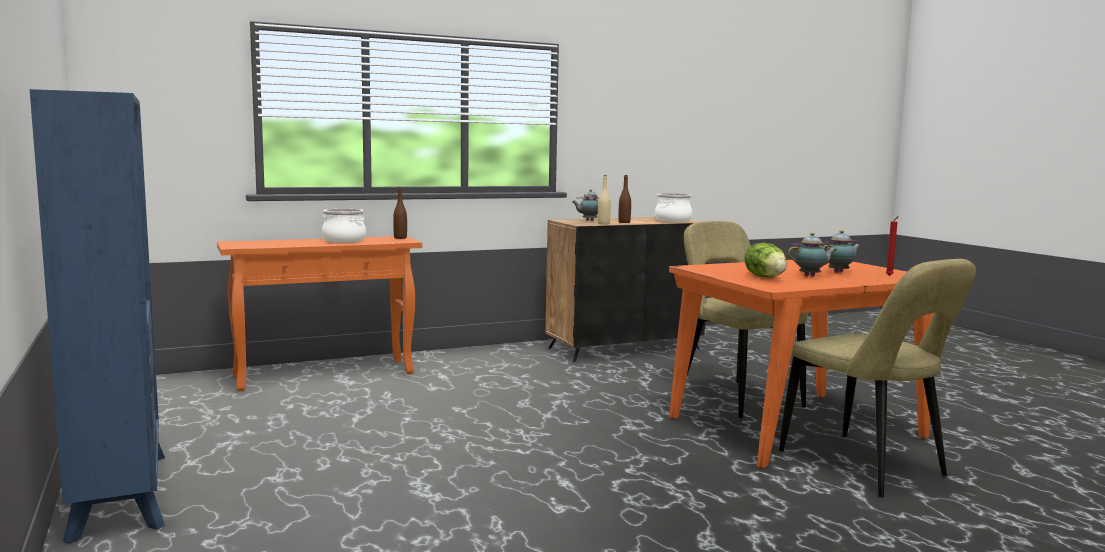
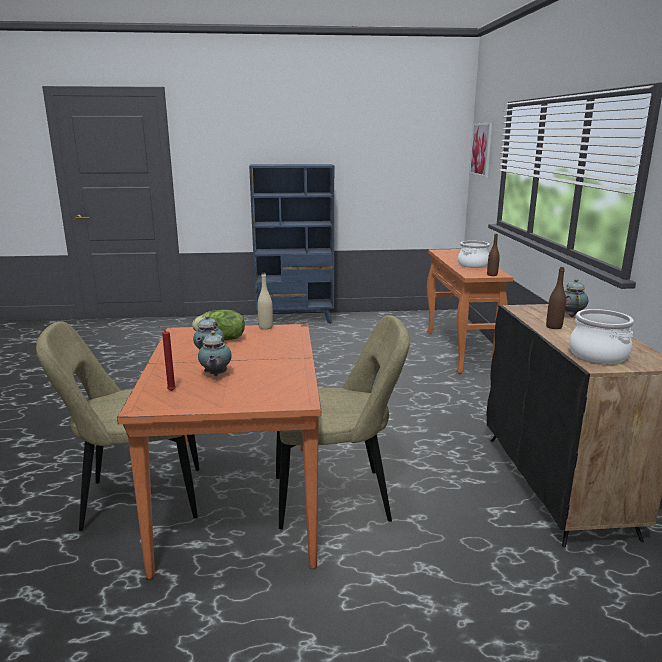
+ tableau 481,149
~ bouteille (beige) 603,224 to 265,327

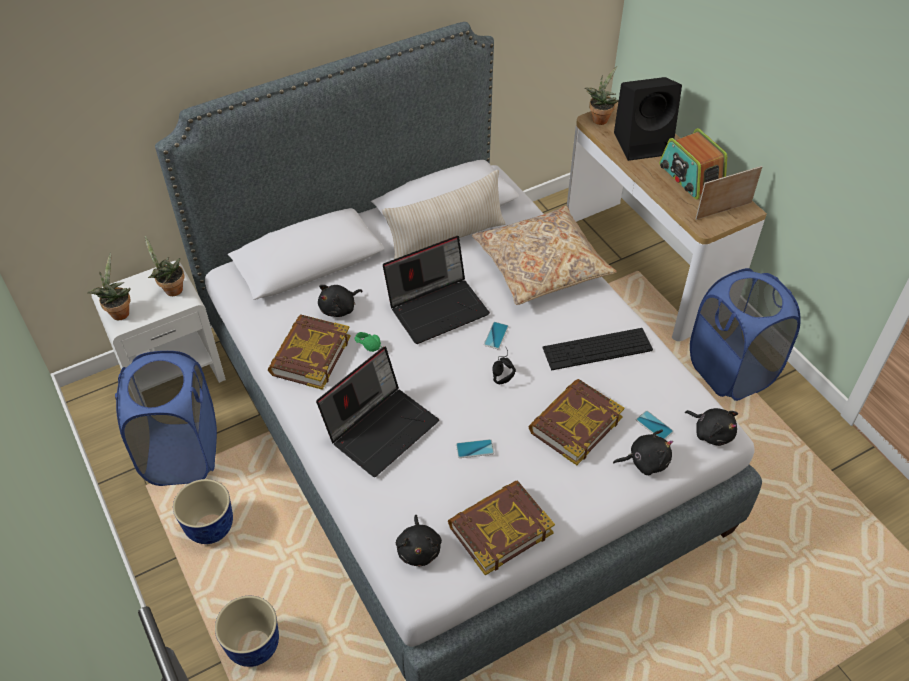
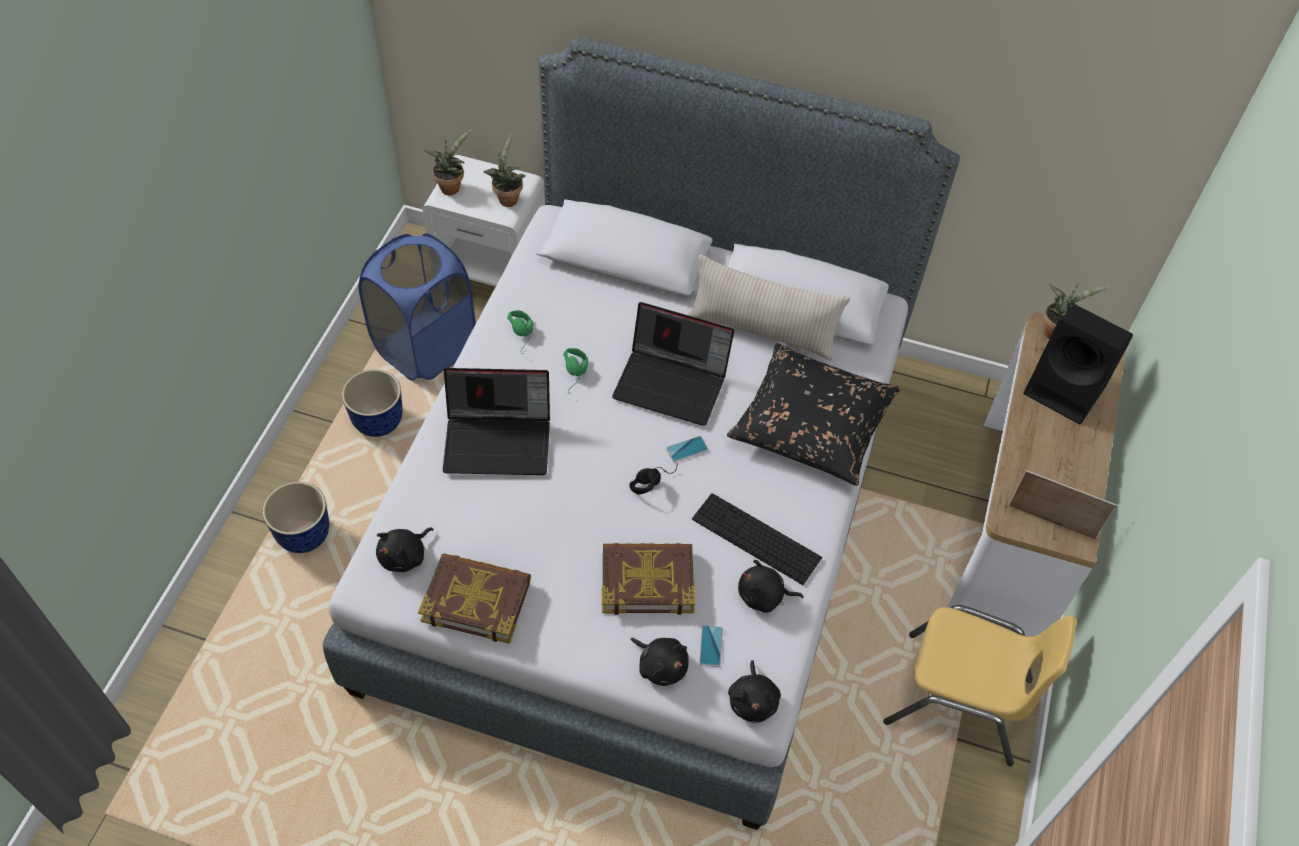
- téléphone 474,449
- radio 690,177
~ peluche (noir) 339,308 to 763,596
~ livre 310,355 to casque audio (vert) 525,336
~ panier à linge (bleu) 731,371 to chaise (jaune) 959,700
~ coussin (beige) 541,265 to coussin (noir) 812,424

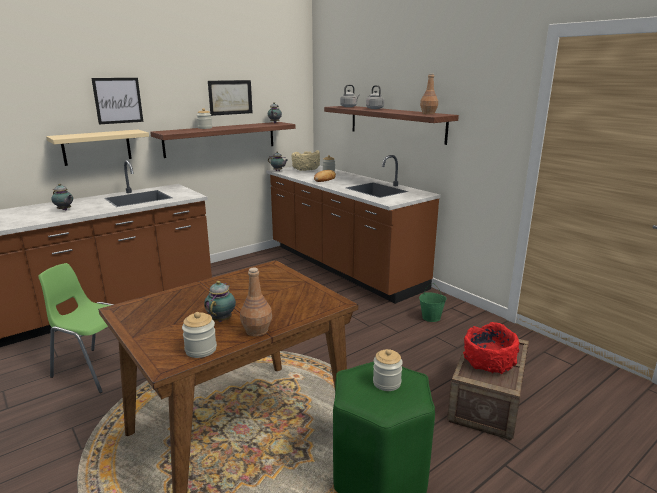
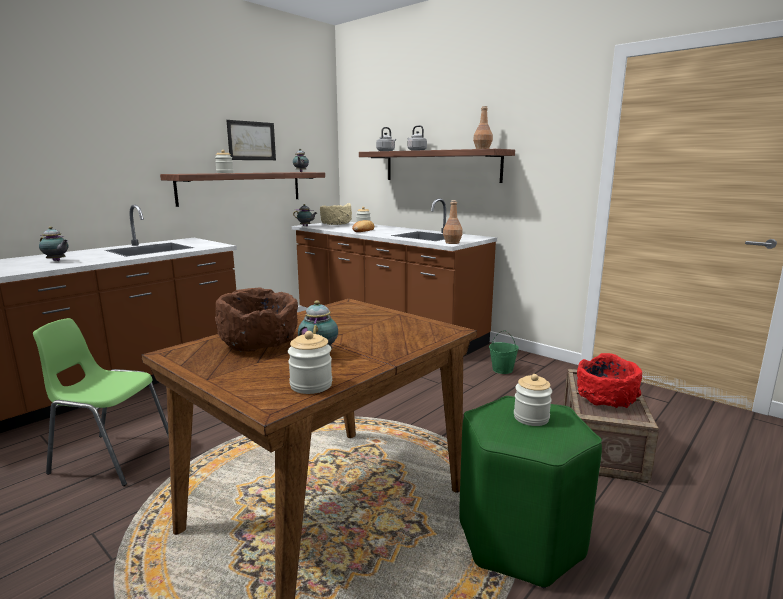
- étagère (beige) 96,147
- tableau 118,100
+ bol (marron) 259,343
~ bouteille (marron) 256,331 to 452,243

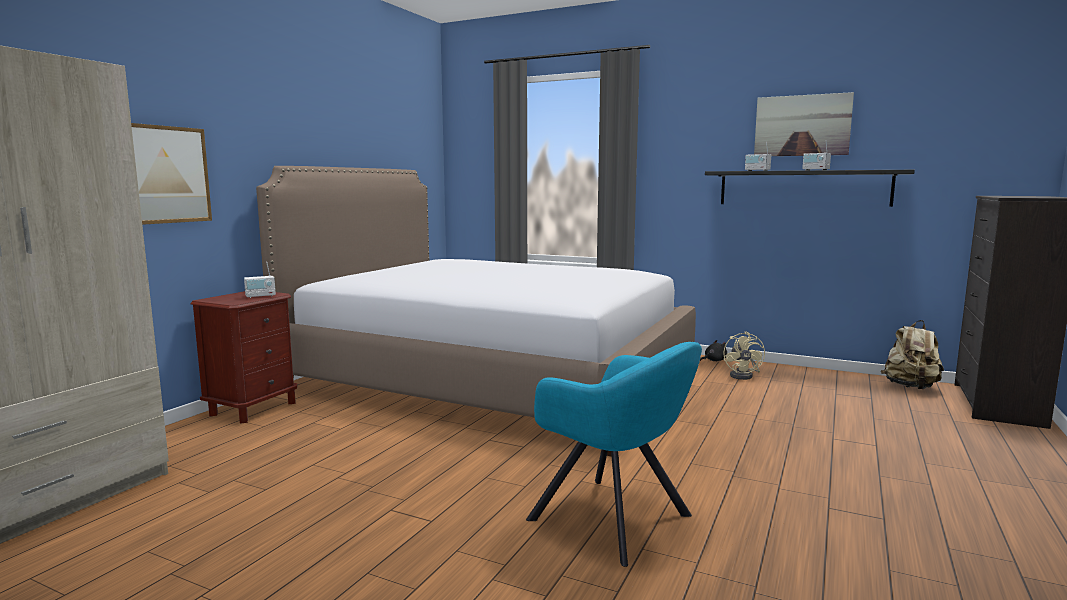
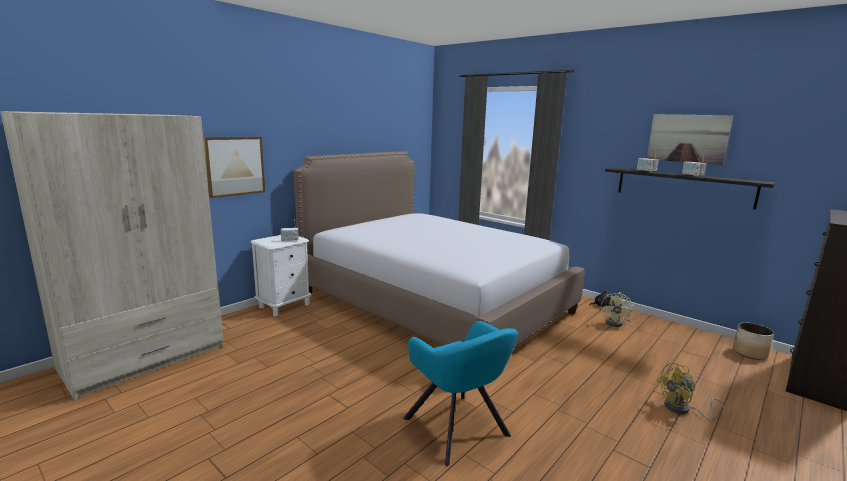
+ ventilateur (jaune) 682,410
~ sac à dos (beige) 910,387 to cache-pot 750,353
~ table de chevet (marron) 253,408 to table de chevet (blanc) 284,306

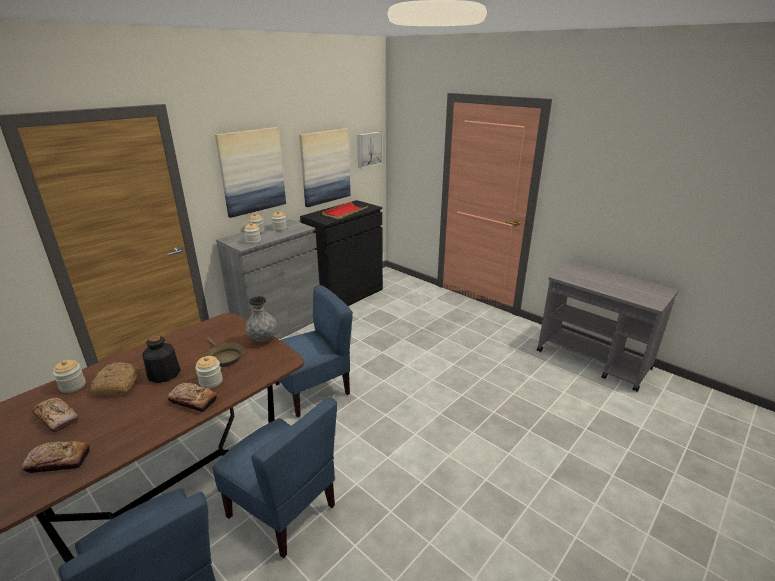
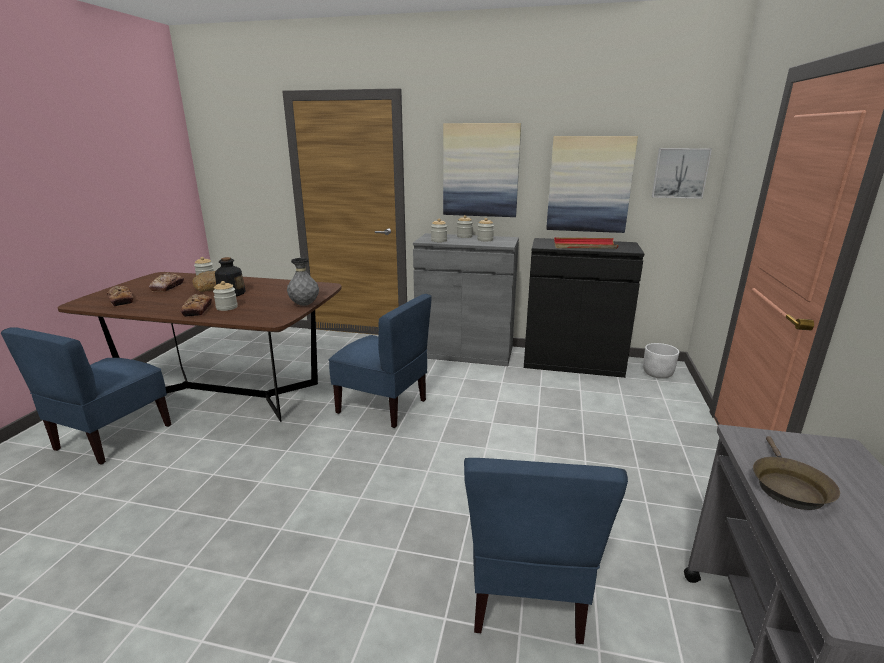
+ cache-pot (blanc) 657,374
~ poêle (marron) 224,357 to 787,486
~ chaise (bleu) 283,510 to 525,588

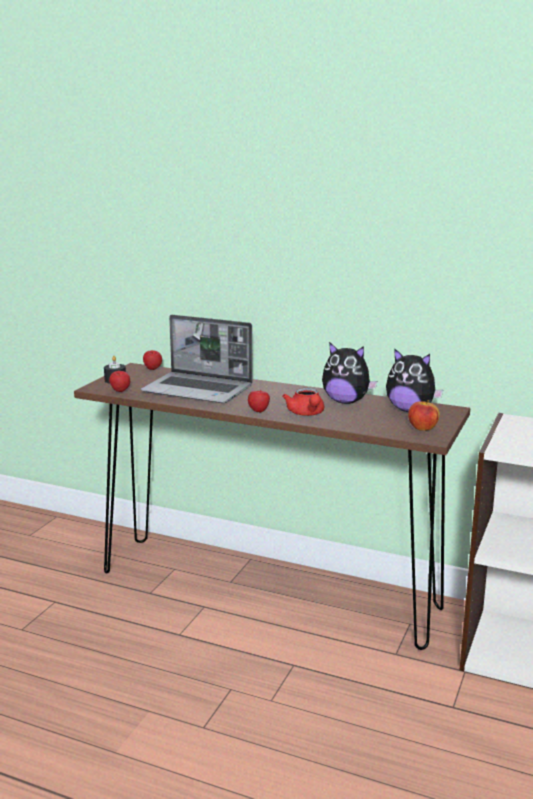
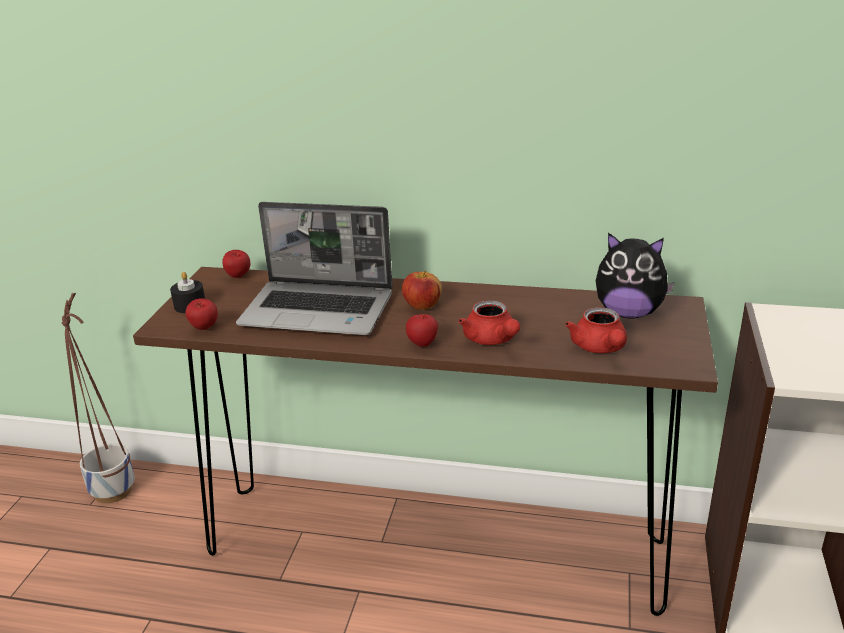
- peluche 346,401
+ cache-pot 113,490
+ théière (rouge) 600,348
~ pomme 422,428 to 422,306

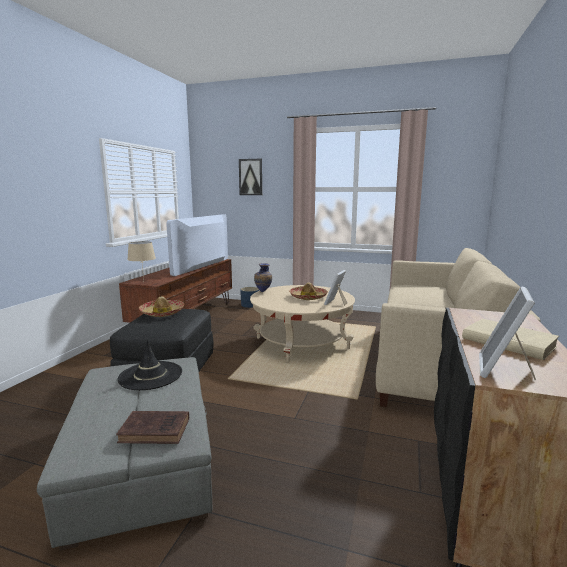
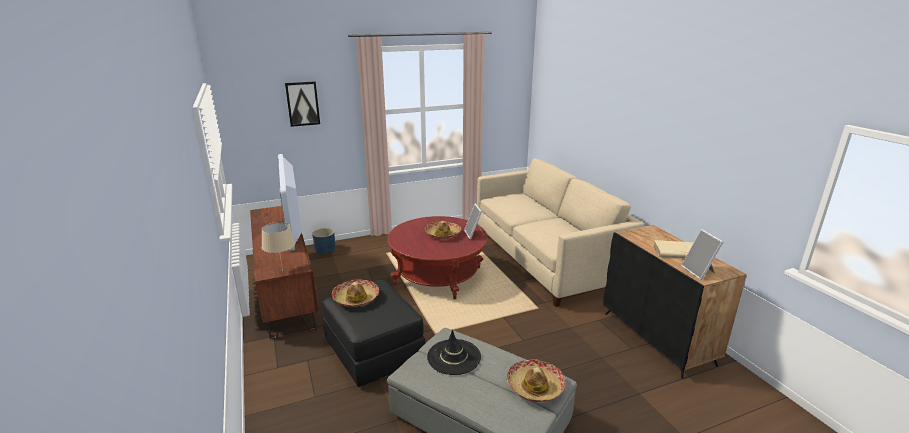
- vase 263,292
~ livre (marron) 157,430 to chapeau 534,386
~ table basse (beige) 301,343 to table basse (rouge) 438,276

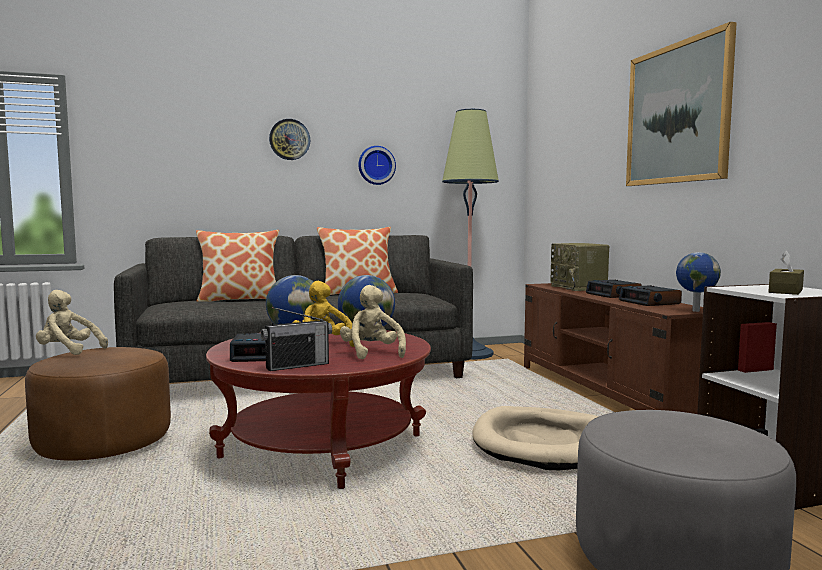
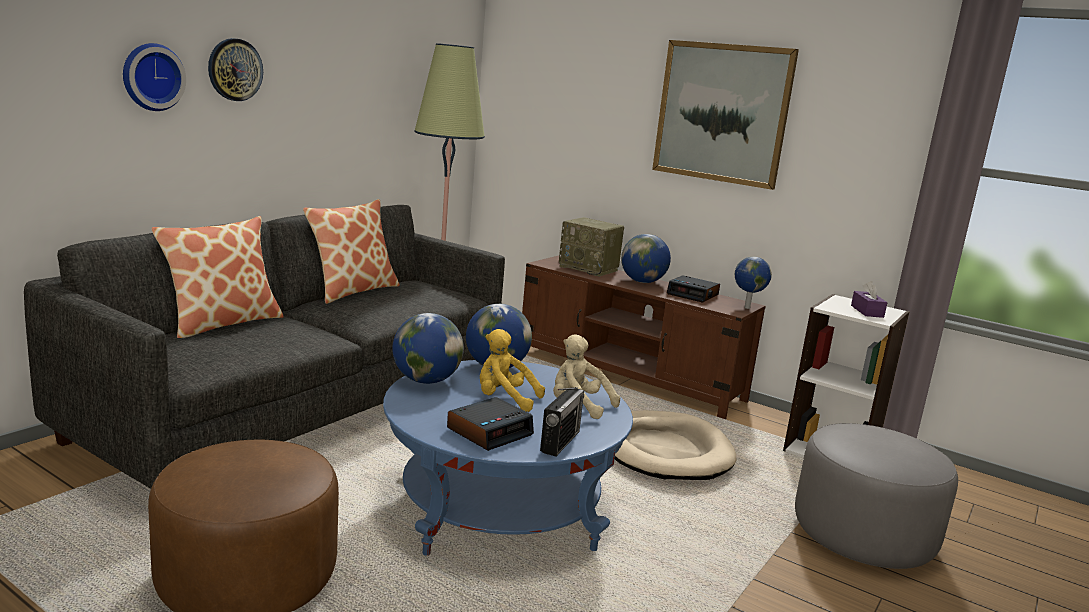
- peluche (beige) 68,351
~ horloge murale 376,165 to 151,77
~ réveil 613,294 to globe 642,282
~ table basse (rouge) 323,446 to table basse (bleu) 500,507
~ boîte à mouchoirs (marron) 785,291 to boîte à mouchoirs (violet) 867,311

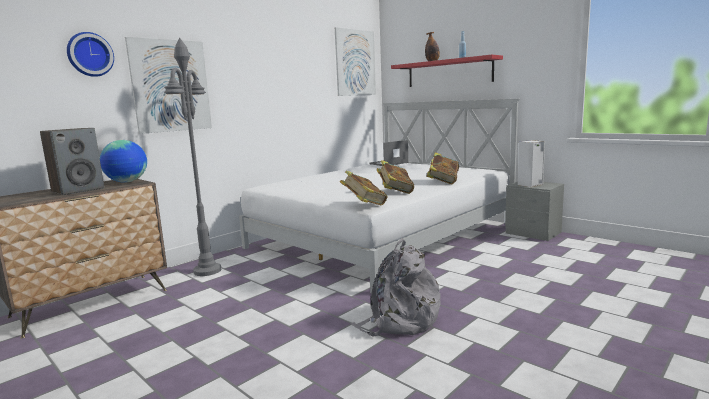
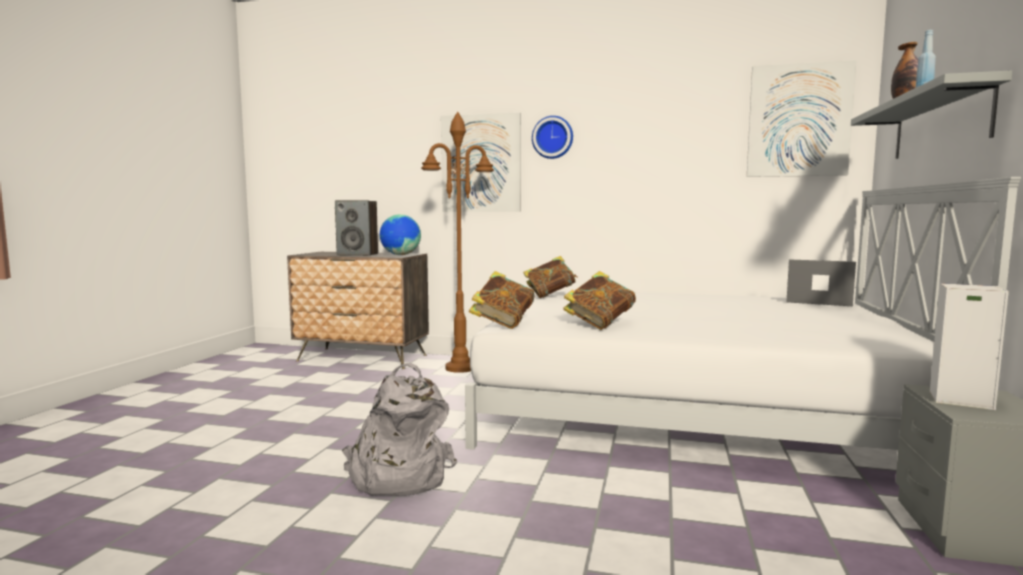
~ horloge murale 89,54 to 553,137
~ livre 443,182 to 550,296
~ lampadaire (gris) 207,270 to lampadaire (marron) 460,368
~ étagère (rouge) 449,72 to étagère (gris) 939,124

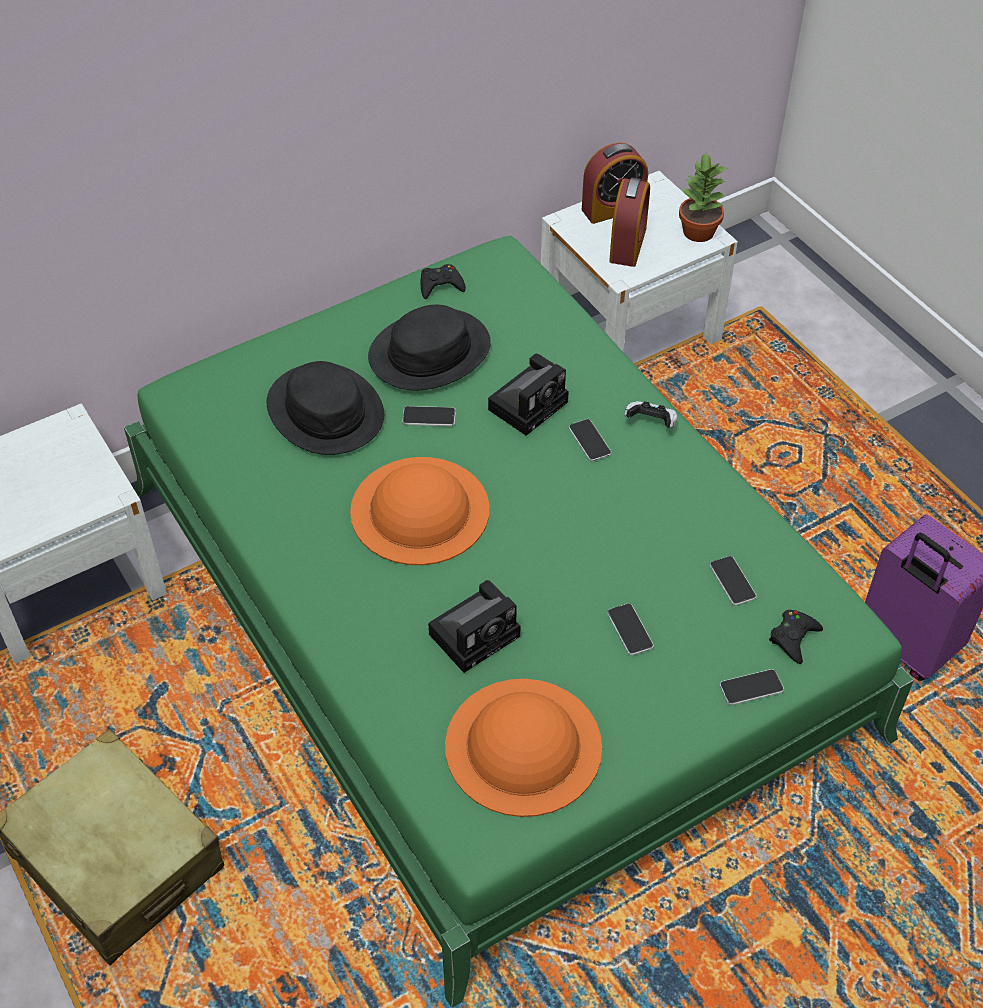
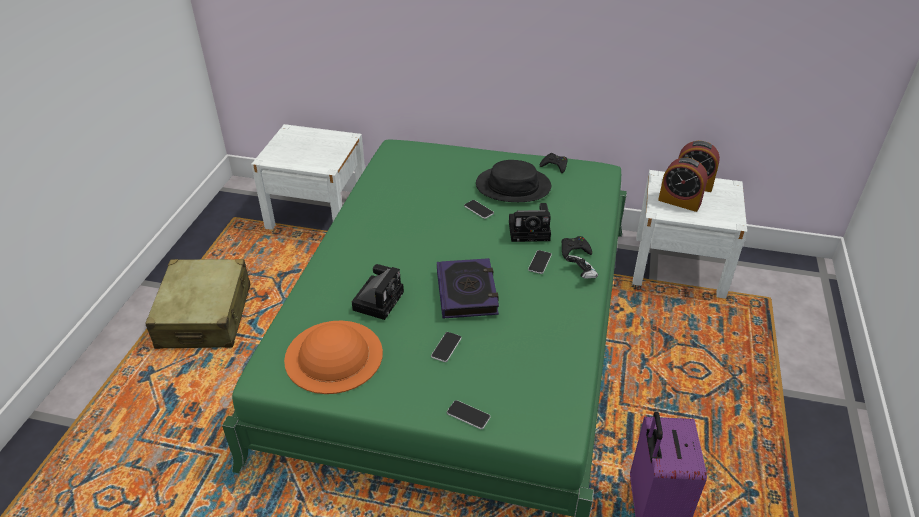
- chapeau (noir) 326,410
- chapeau (orange) 420,510
- plante en pot 698,232
- téléphone 732,581
+ livre 467,292
~ manette (noir) 793,638 to 574,250
~ appareil photo 477,633 = 379,299 75 degrees counterclockwise
~ réveil 628,245 = 679,201 60 degrees clockwise

